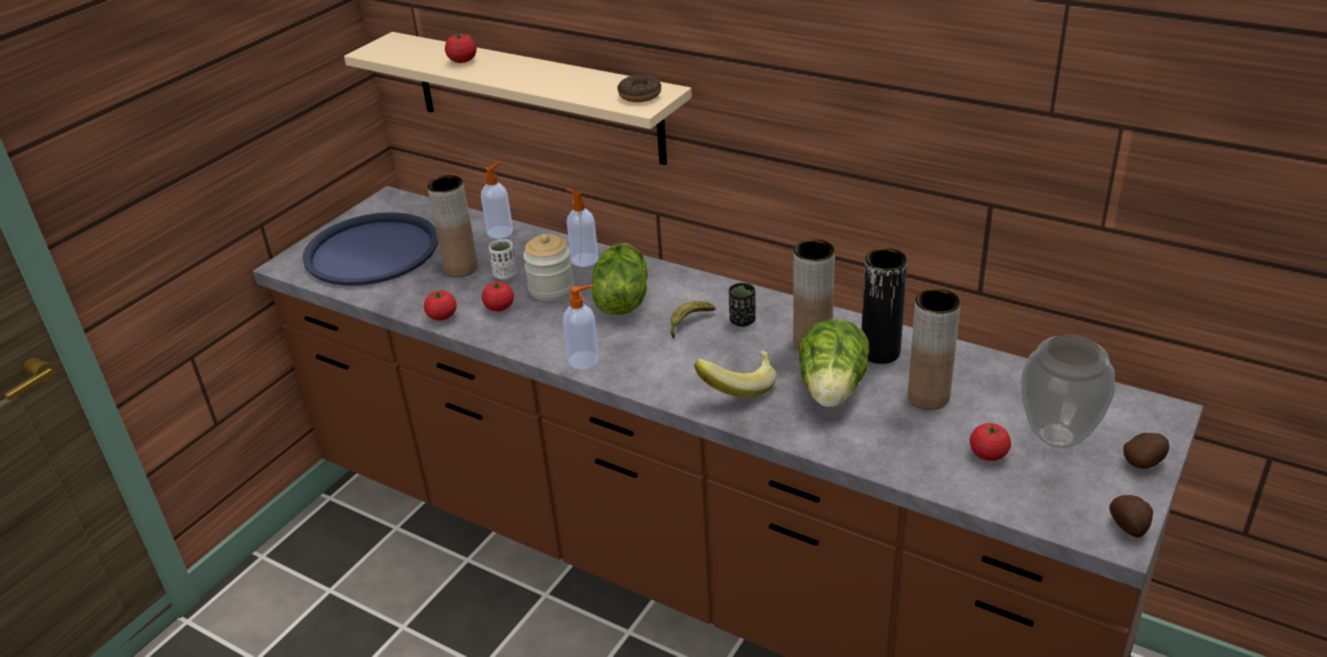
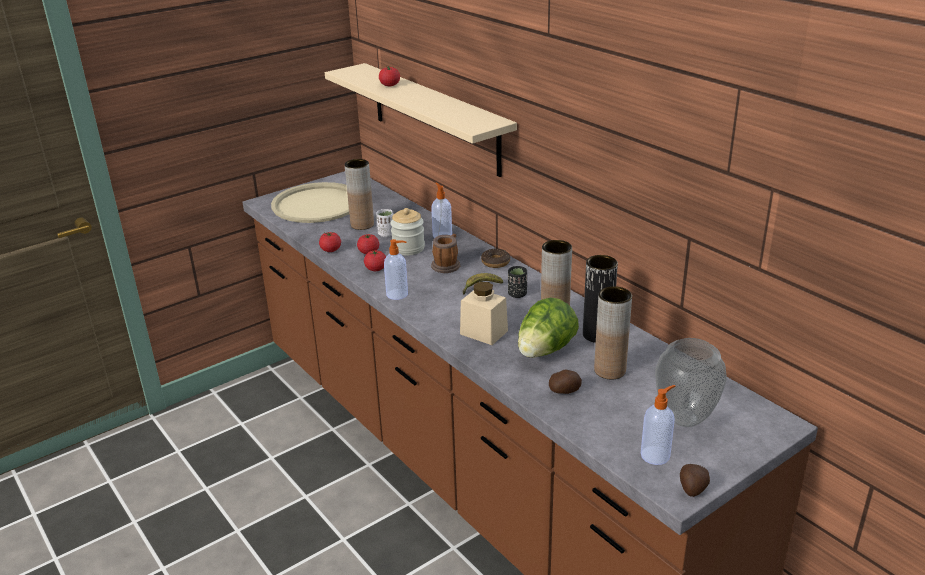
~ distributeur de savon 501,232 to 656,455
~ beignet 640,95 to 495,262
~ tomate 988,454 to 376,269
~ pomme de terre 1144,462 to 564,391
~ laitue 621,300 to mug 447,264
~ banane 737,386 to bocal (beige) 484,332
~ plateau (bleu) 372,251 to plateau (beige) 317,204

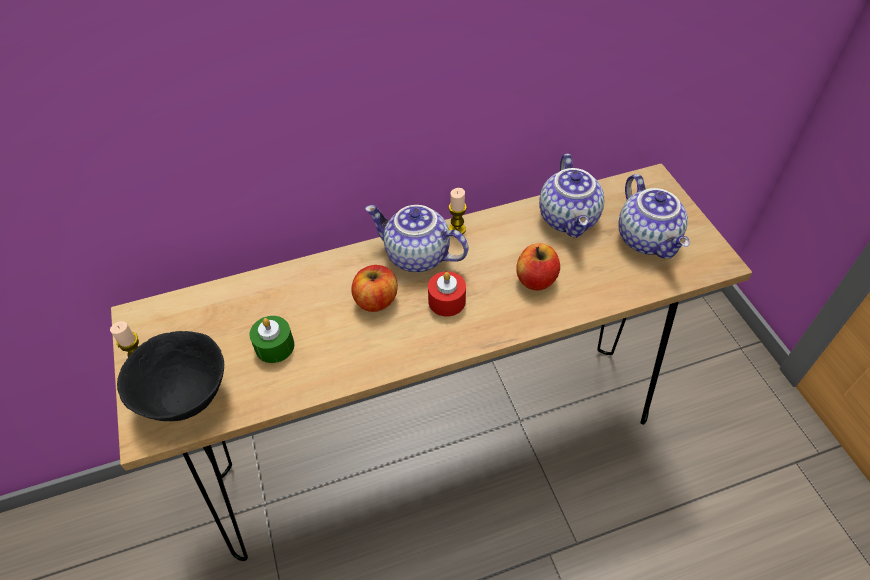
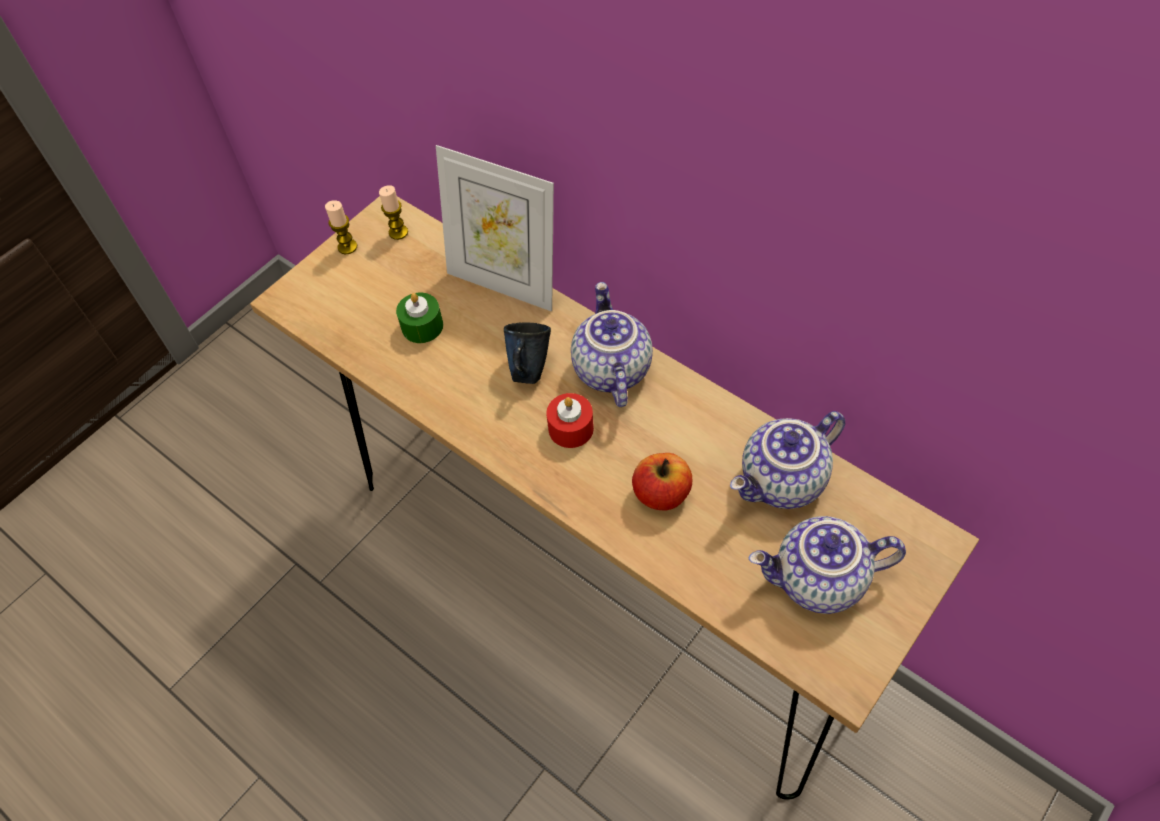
- bol (noir) 186,397
+ cadre photo 504,283
~ bougie 457,229 to 398,232
~ pomme 376,300 to mug (bleu) 528,369
~ théière 648,239 = 818,582 45 degrees clockwise

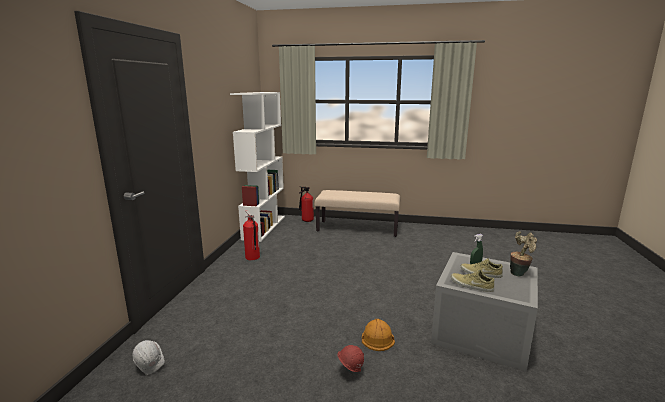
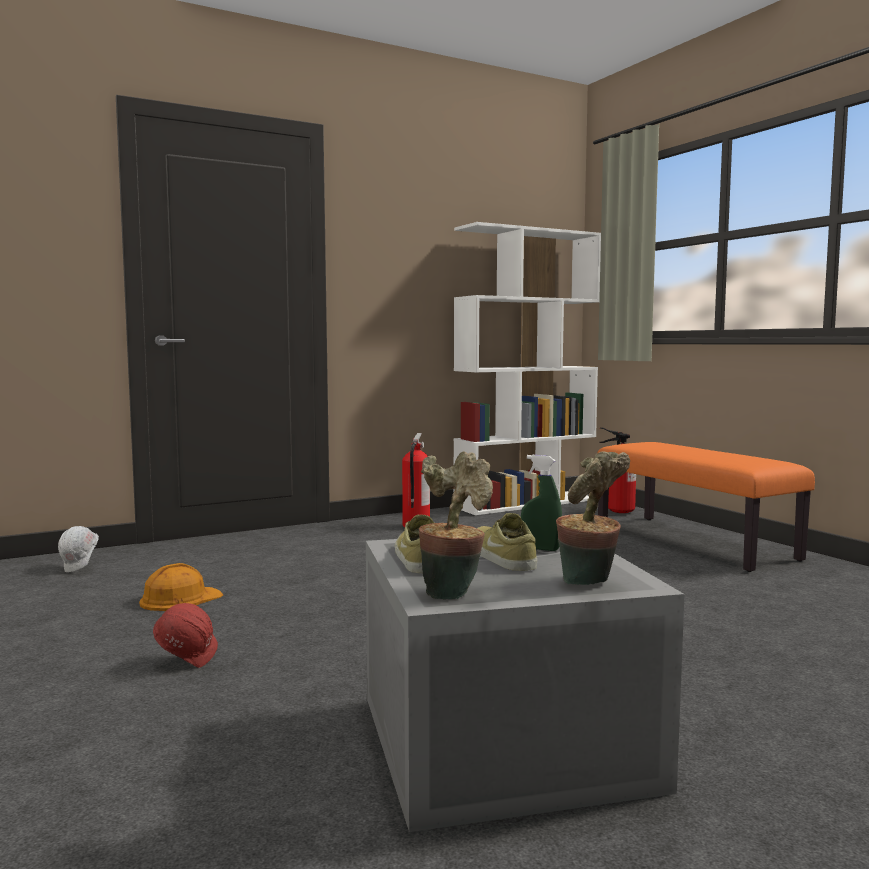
+ plante en pot 453,591
~ casque de chantier (orange) 377,337 to 180,599
~ banc (beige) 358,228 to banc (orange) 694,542

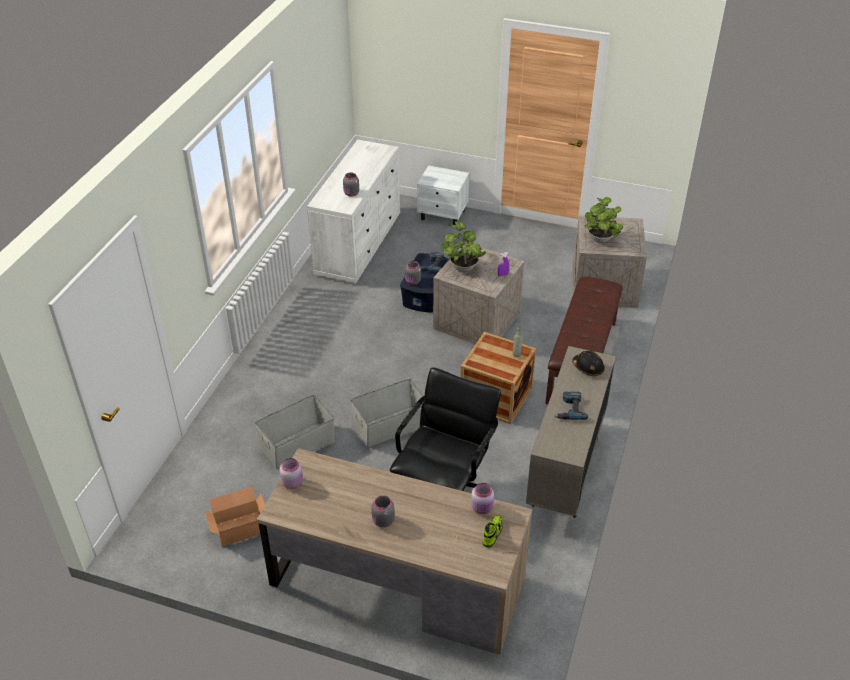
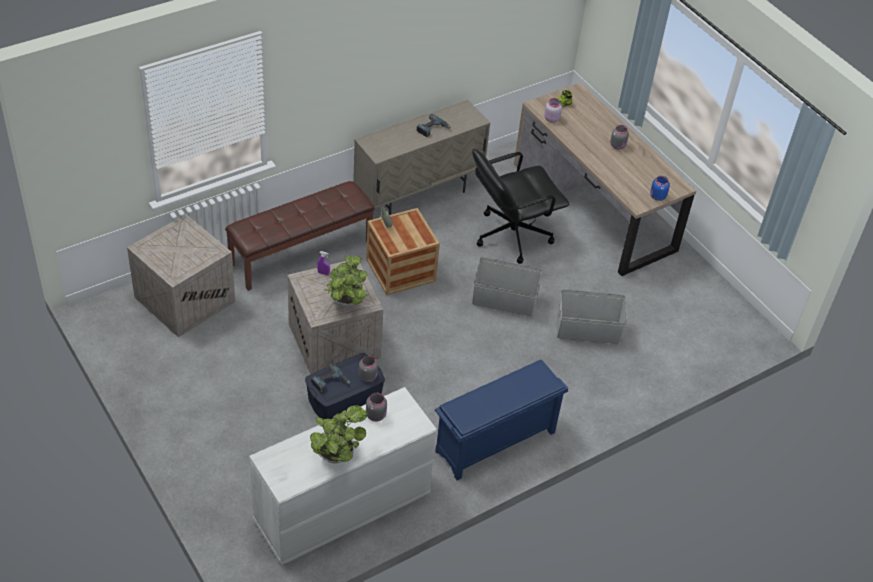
- carton 238,527
- table de chevet (blanc) 443,215
- casque de chantier (noir) 588,368
+ étagère à chaussures (bleu) 495,443
~ plante en pot 600,240 to 337,453
~ bocal (rose) 292,482 to bocal (bleu) 657,197

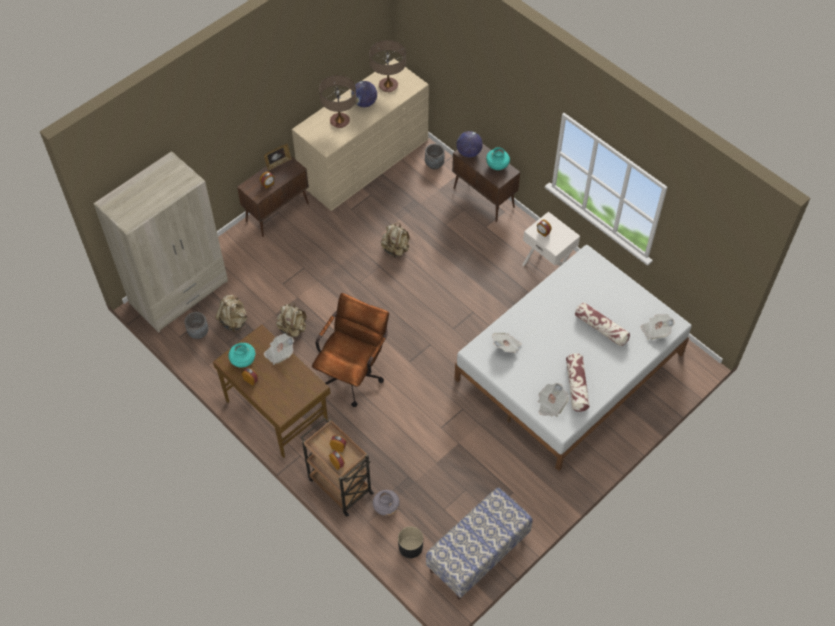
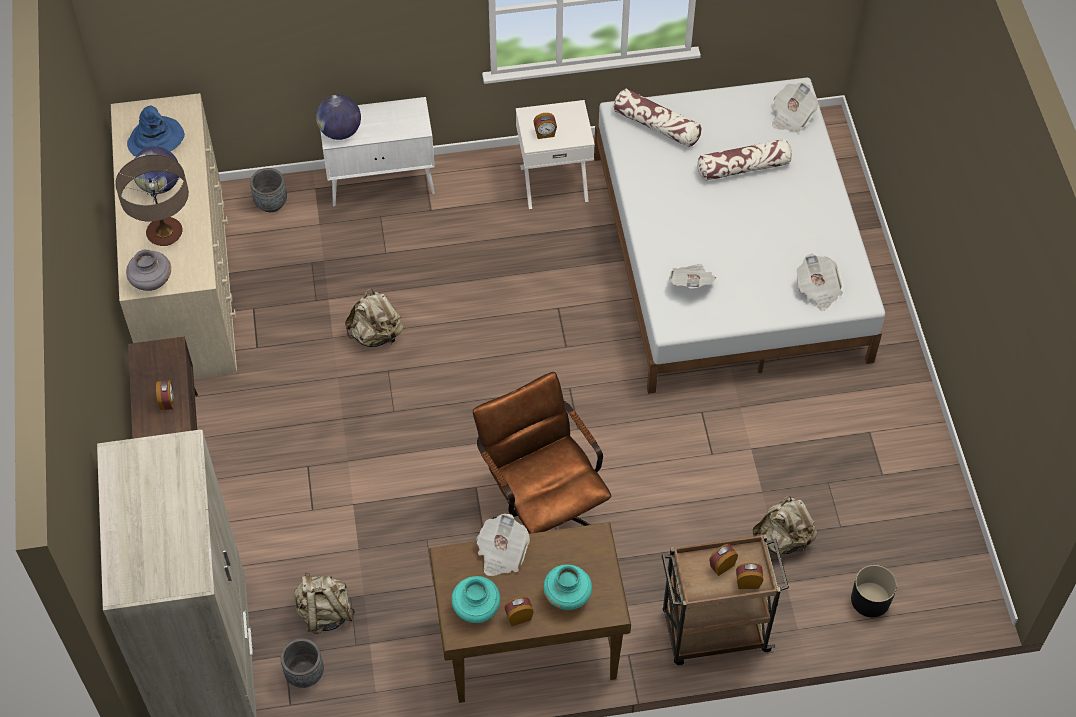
- cadre photo 278,163
- banc 478,554
~ sac à dos (beige) 292,329 to 783,539
~ vase (gris) 386,507 to 151,281
~ vase (turquoise) 497,165 to 567,596
~ coussin 576,386 to 656,126
~ lampe de table 388,86 to chapeau (bleu) 156,139
~ meuble de rangement (marron) 484,198 to meuble de rangement (blanc) 382,182

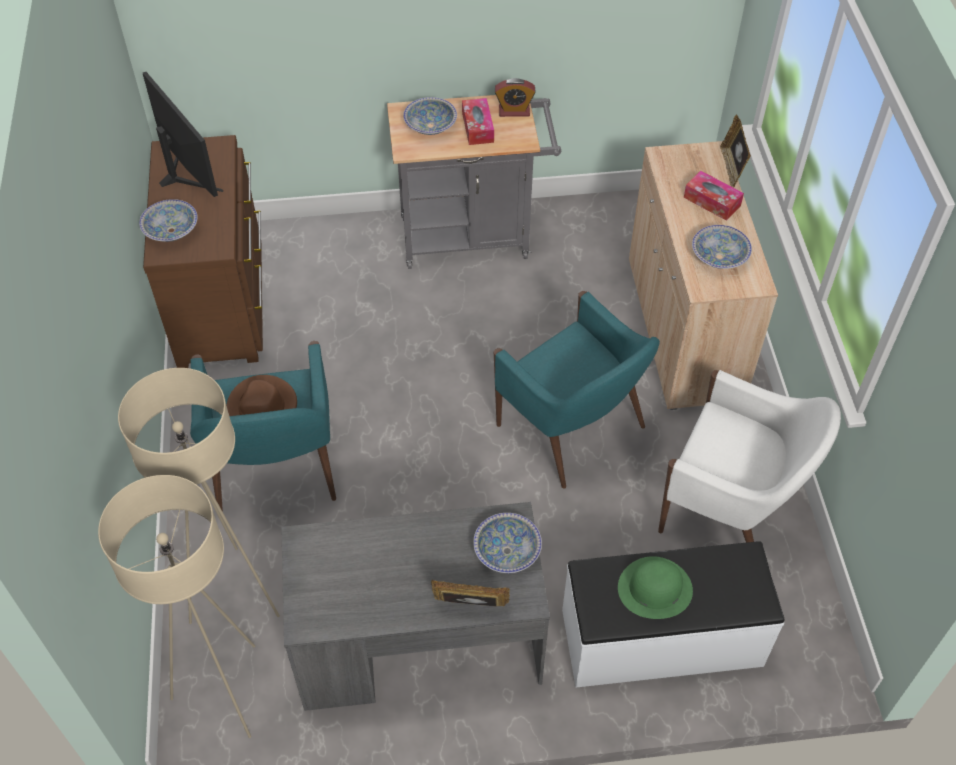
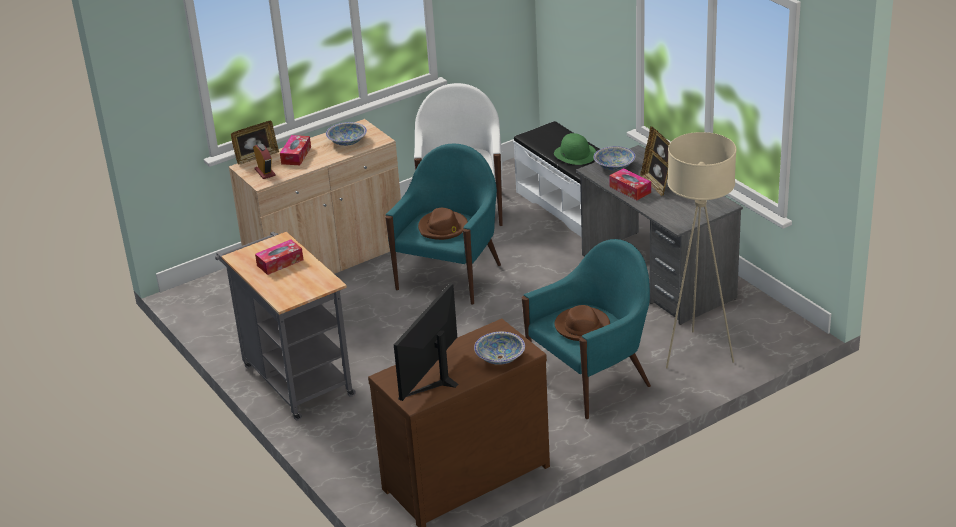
- lampadaire (beige) 226,692
- bol 430,126
+ chapeau (marron) 443,228
+ boîte à mouchoirs 630,189
+ cadre photo 655,185
~ réveil 514,111 to 265,172

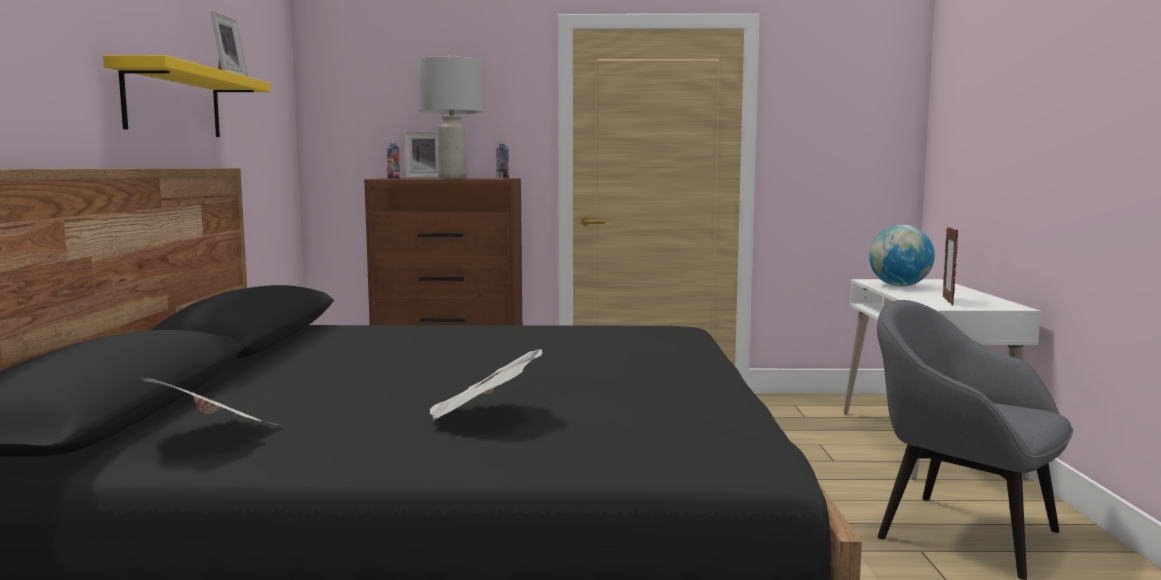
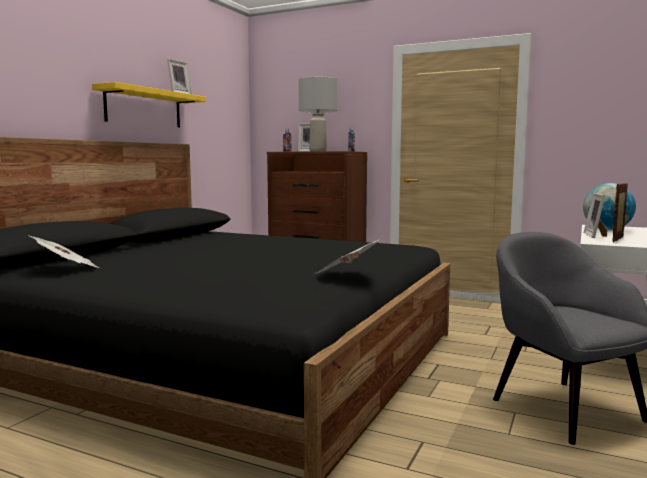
+ cadre photo 596,236
~ journal 482,416 to 345,276

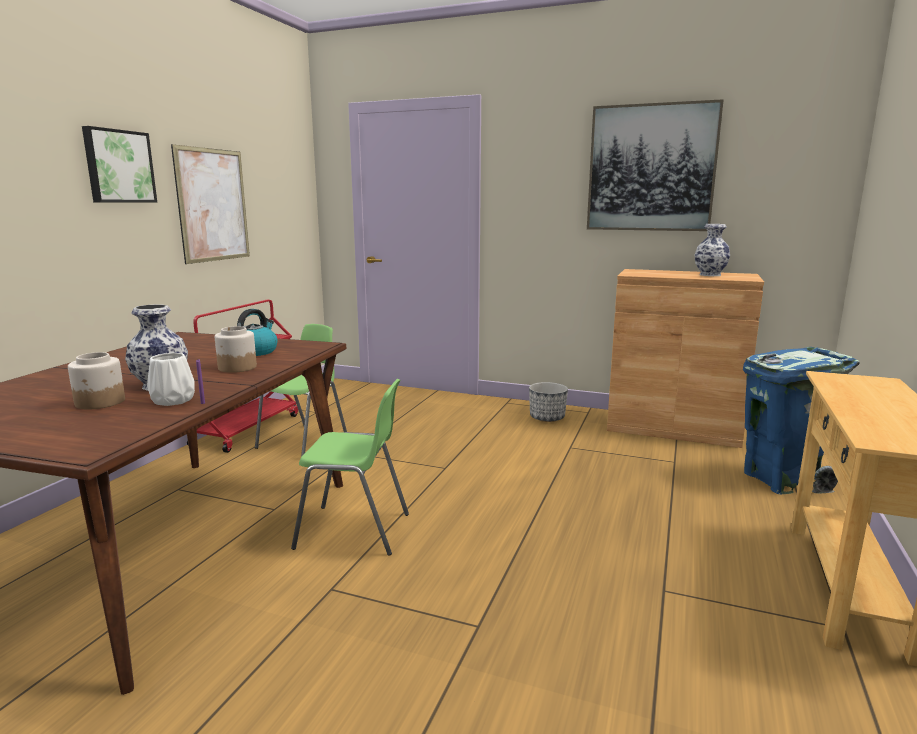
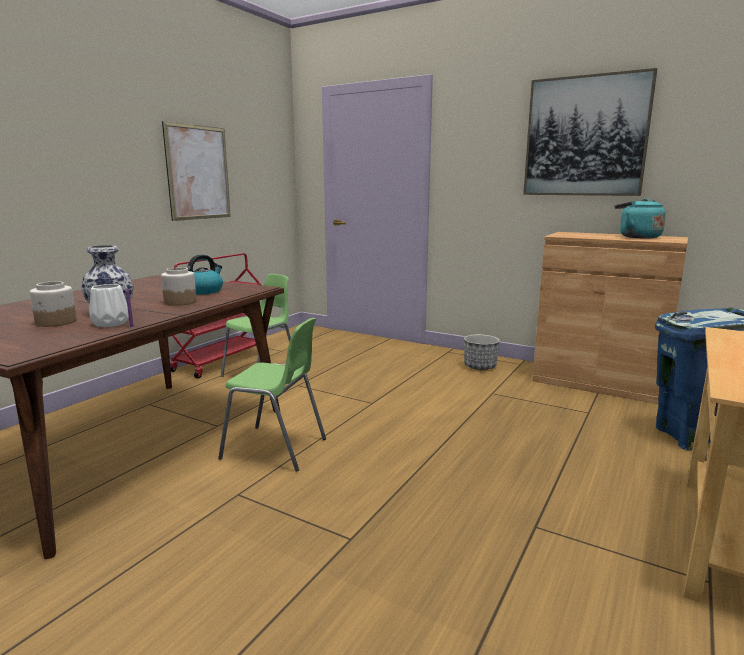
- tableau 118,166
~ vase 710,275 to bouilloire (turquoise) 637,237

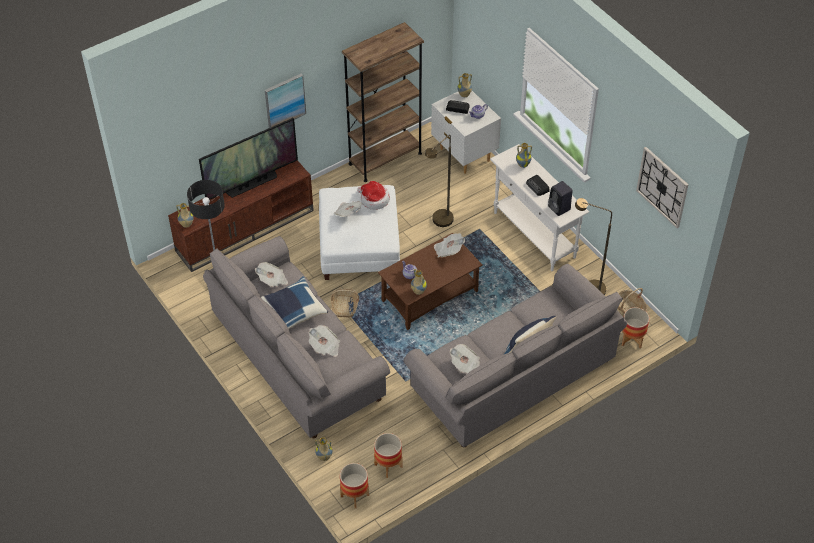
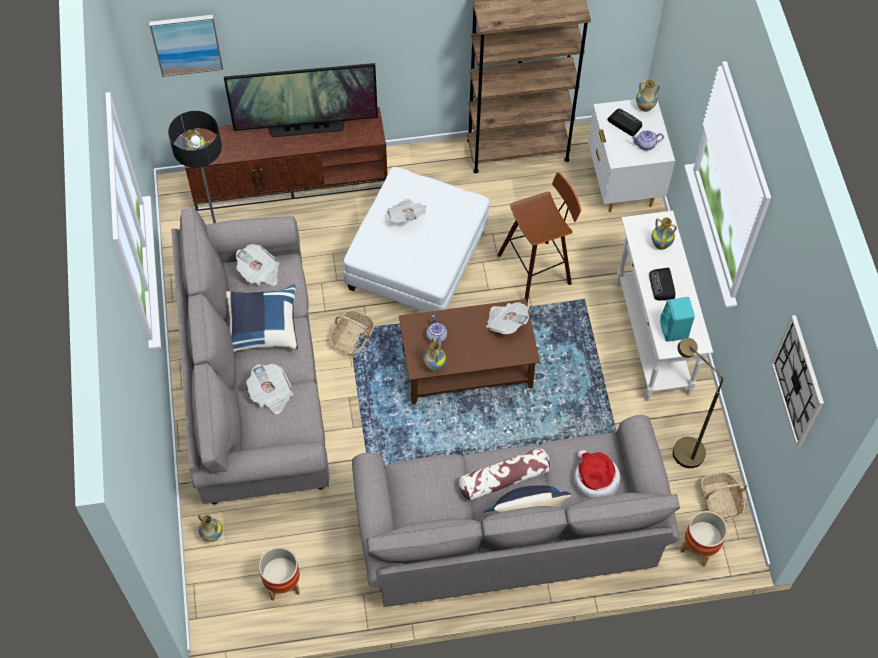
- cache-pot 354,496
- journal 465,365
+ coussin 504,479
~ tableau 284,101 to 186,44
~ chapeau 374,200 to 595,479
~ lampadaire (marron) 439,223 to tabouret 537,269
~ enceinte (noir) 559,208 to enceinte (turquoise) 674,330

